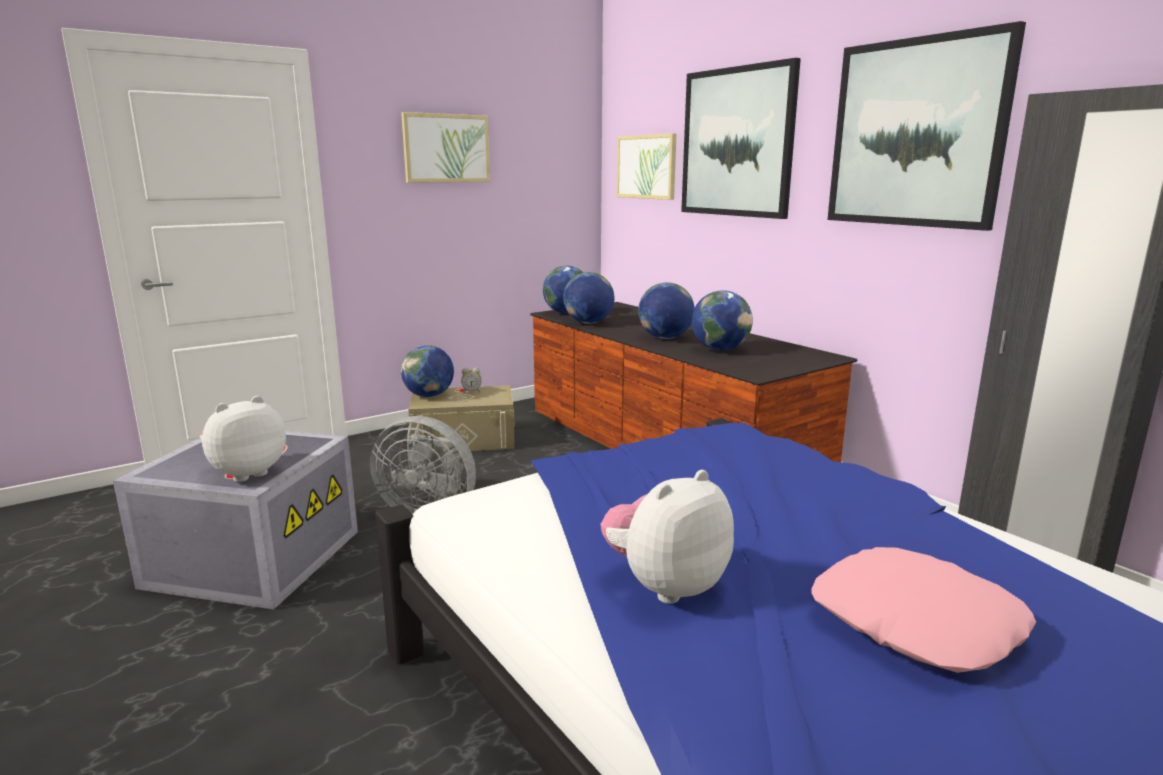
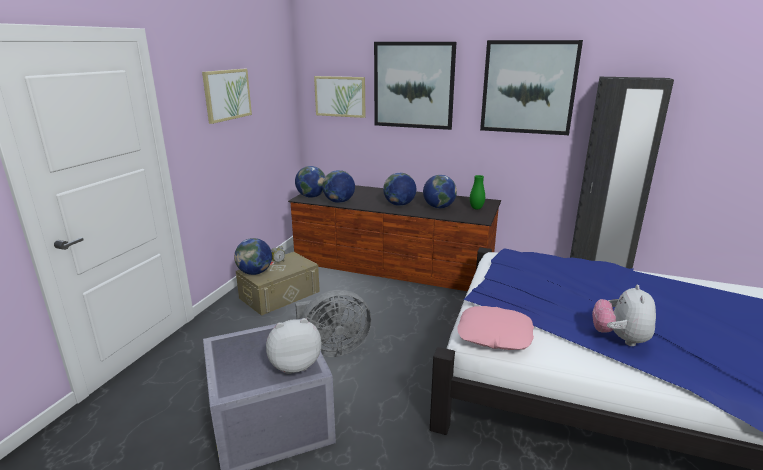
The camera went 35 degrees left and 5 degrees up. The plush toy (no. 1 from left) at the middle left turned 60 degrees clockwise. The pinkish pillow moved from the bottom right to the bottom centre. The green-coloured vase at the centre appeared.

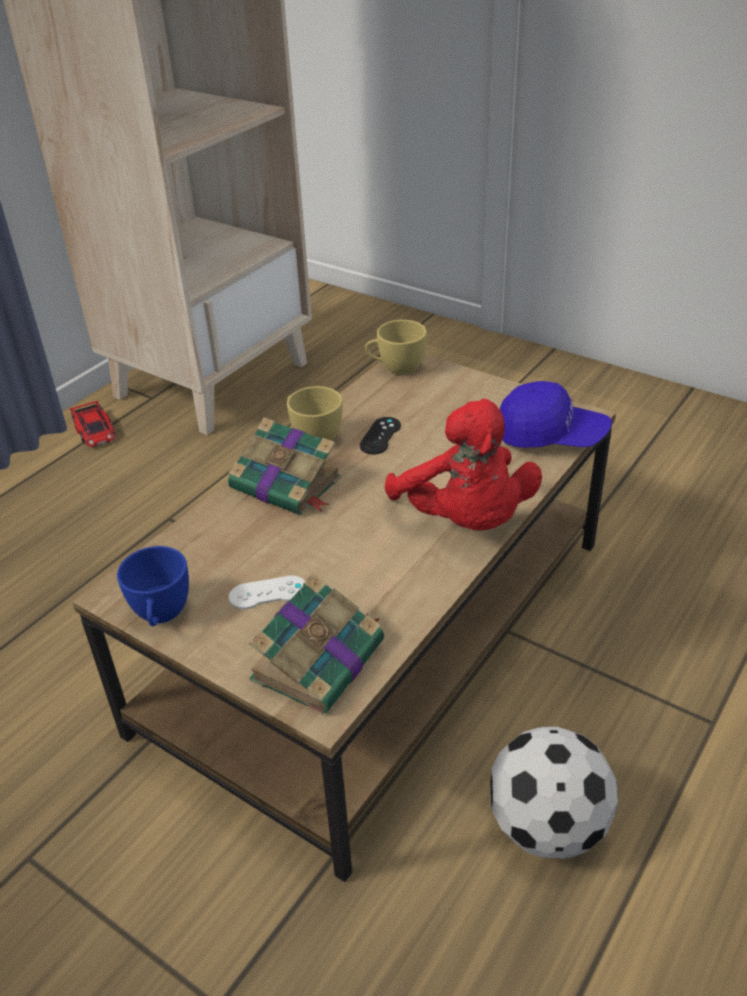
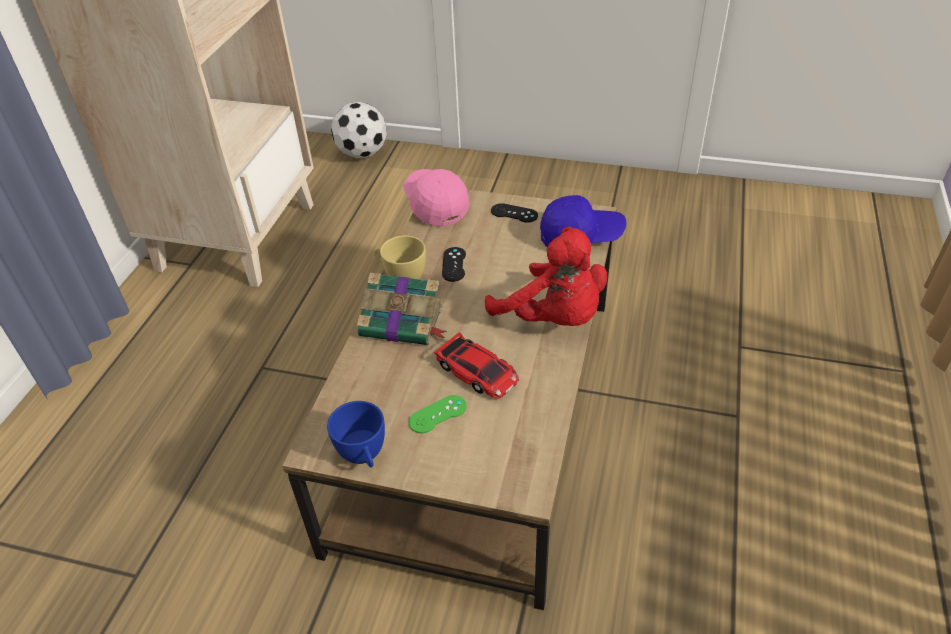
The camera went 20 degrees left and 5 degrees up. The yellow-coloured drinking cup (no. 2 from left) at the centre was replaced by the pinkish peaked cap at the top centre. The model car moved from the middle left to the centre. The volume (no. 2 from left) at the centre disappeared. The white-coloured joypad at the centre became the green-coloured joypad at the centre. The football ball moved from the bottom right to the top centre. The black-coloured joypad (no. 2 from left) at the centre appeared.

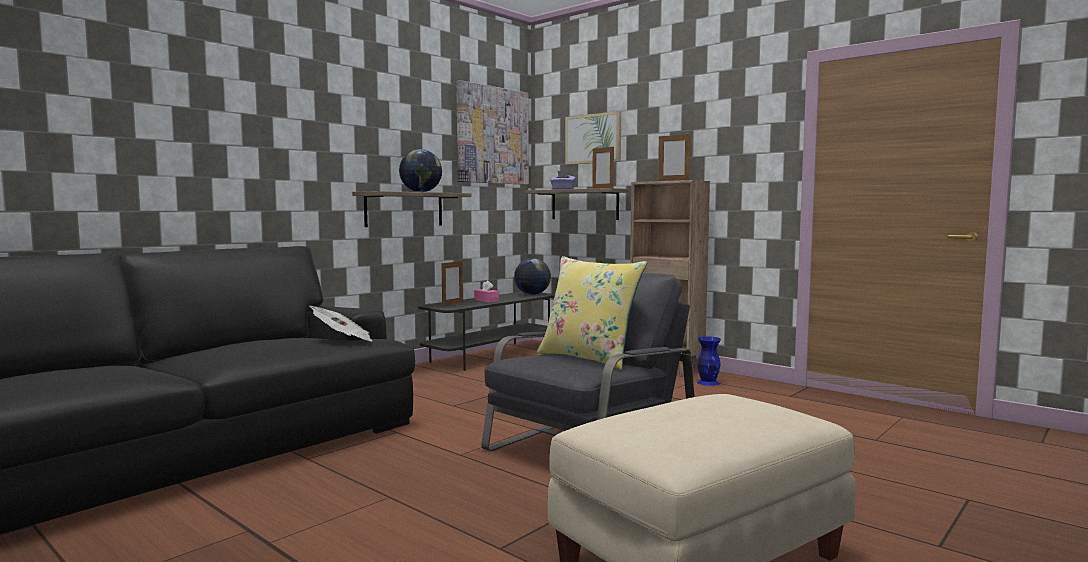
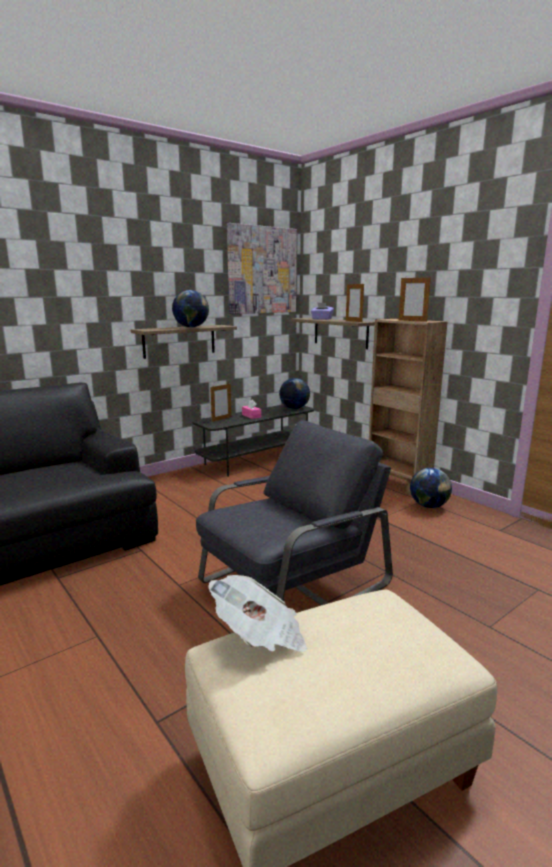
The camera went 10 degrees right and 10 degrees up. The wall picture (no. 2 from left) at the top centre disappeared. The yellow-coloured pillow at the centre disappeared. The daily paper moved from the middle left to the bottom centre. The blue vase at the centre was replaced by the desk globe (no. 3 from left) at the middle right.

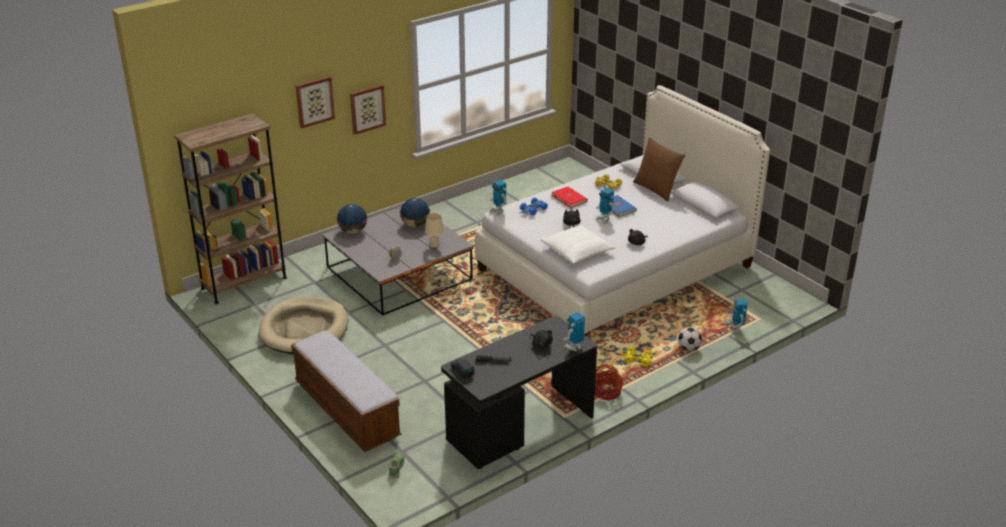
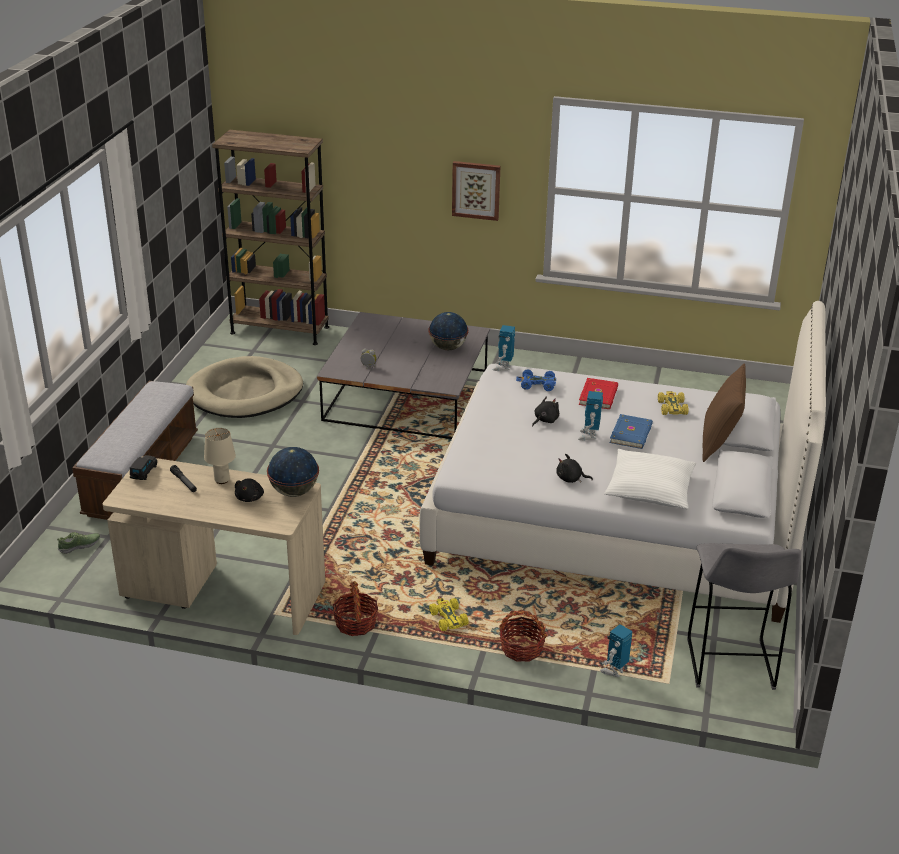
The camera went 50 degrees right and 0 degrees up. The wall picture (no. 1 from left) at the top left disappeared. The desk globe (no. 1 from left) moved from the centre to the middle left. The beige table lamp moved from the centre to the middle left. The white-coloured pillow moved from the centre to the middle right. The toy robot (no. 2 from left) at the centre disappeared. The black-coloured desk unit at the bottom centre became the beige desk unit at the middle left. The football ball at the middle right was replaced by the household basket (no. 2 from left) at the bottom centre. The greyish stool at the bottom right appeared.

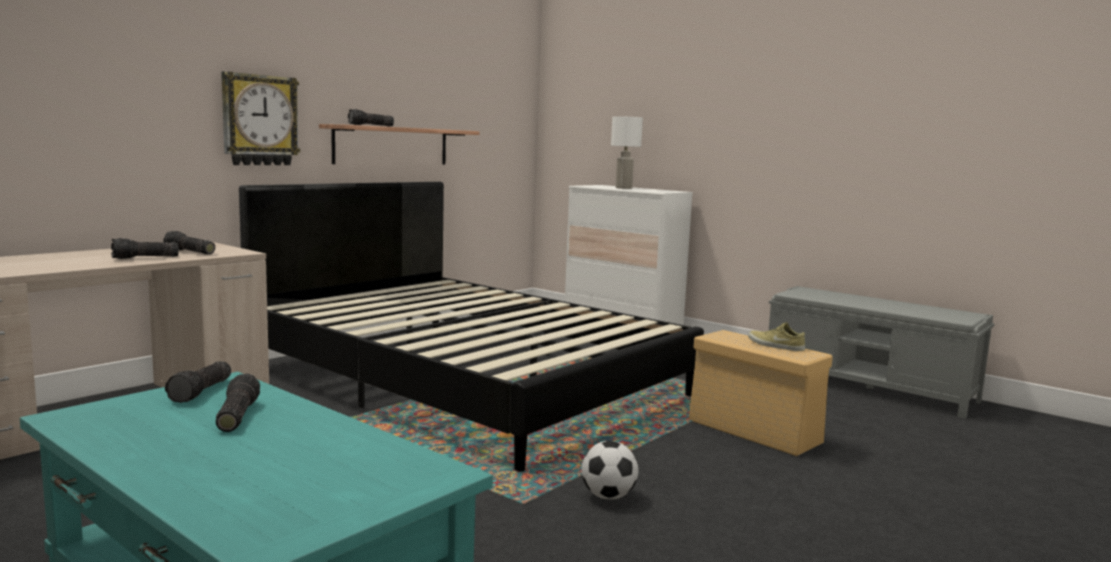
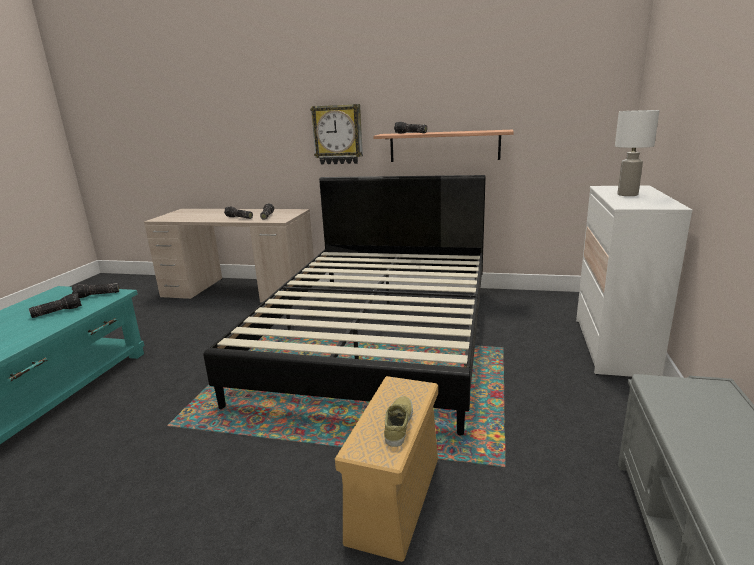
The camera went 65 degrees right and 10 degrees up. The football ball at the bottom centre disappeared.

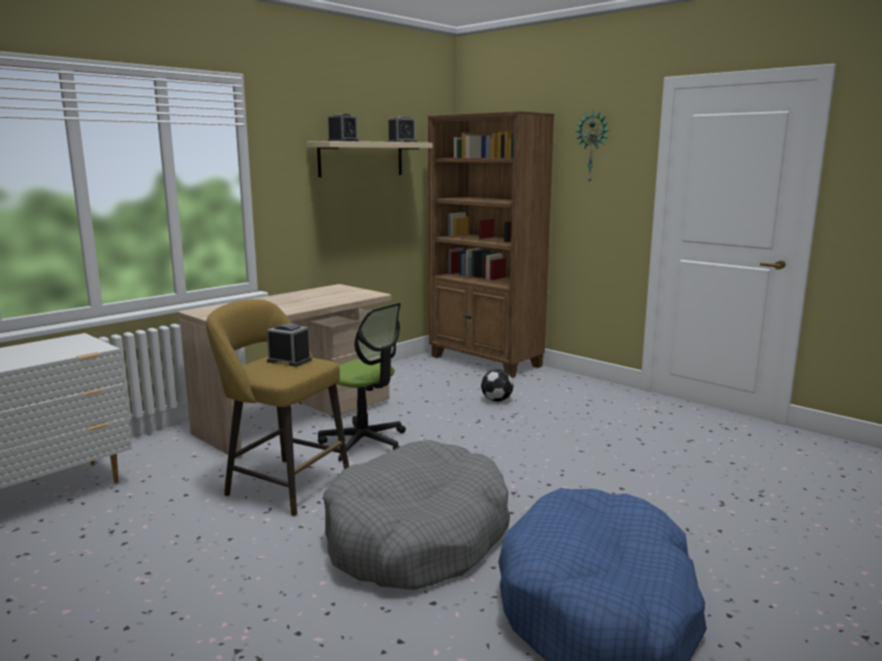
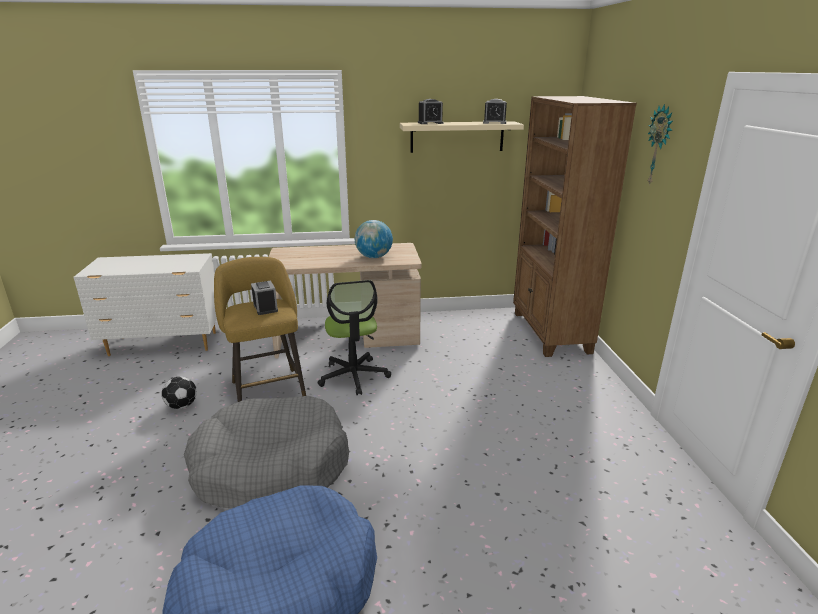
The camera went 40 degrees right and 10 degrees up. The football ball moved from the centre to the middle left. The desk globe at the centre appeared.

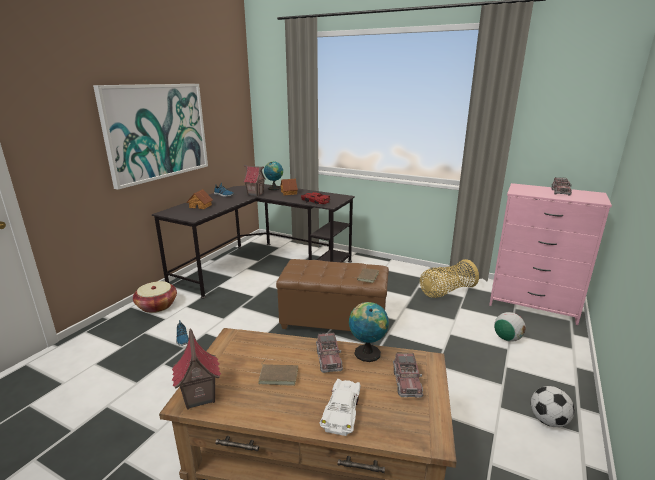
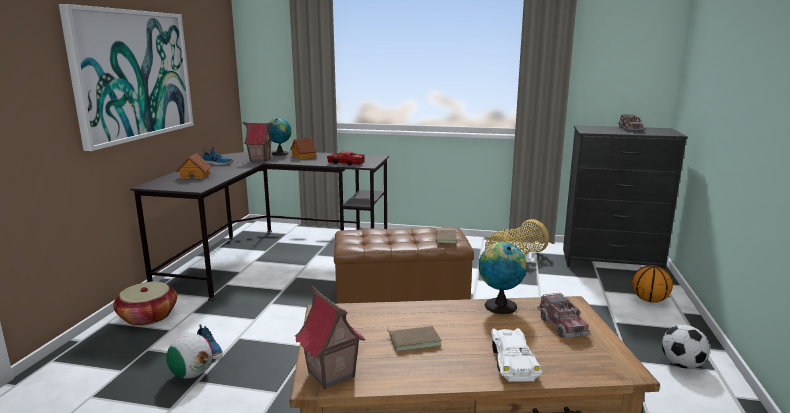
The camera went 15 degrees left and 5 degrees down. The pinkish drawer chest at the middle right became the black-coloured drawer chest at the middle right. The football ball (no. 1 from left) moved from the bottom right to the bottom left. The toy lorry (no. 1 from left) at the bottom centre disappeared. The basketball at the bottom right appeared.

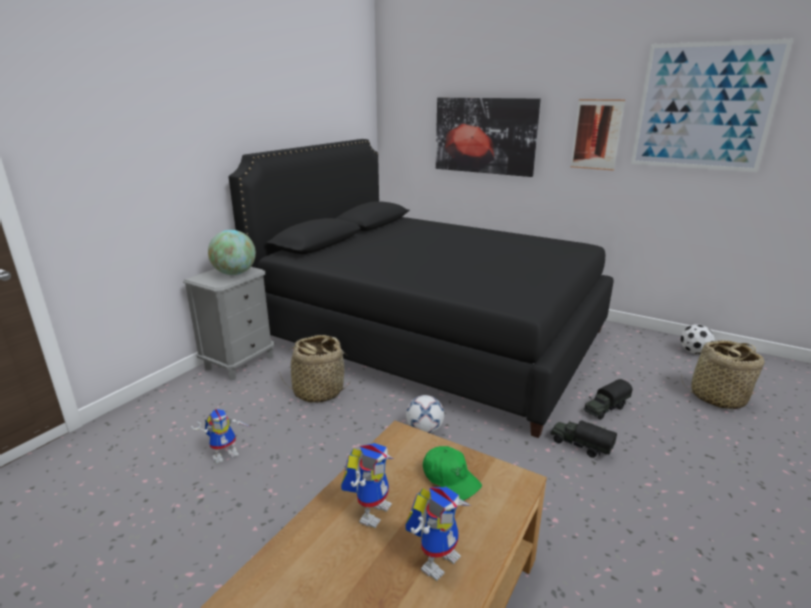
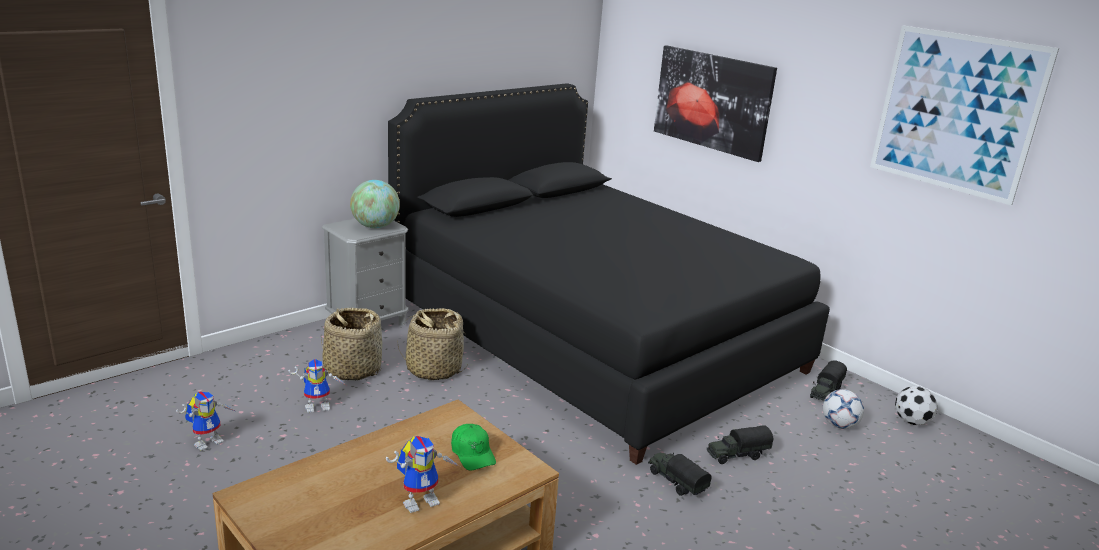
The camera went 15 degrees right and 0 degrees up. The wall picture (no. 2 from left) at the top right disappeared. The household basket (no. 2 from left in the first image) moved from the middle right to the middle left. The football ball (no. 1 from left) moved from the bottom centre to the bottom right. The toy robot (no. 2 from left in the first image) moved from the bottom centre to the bottom left. The toy lorry (no. 3 from left) at the bottom right appeared.

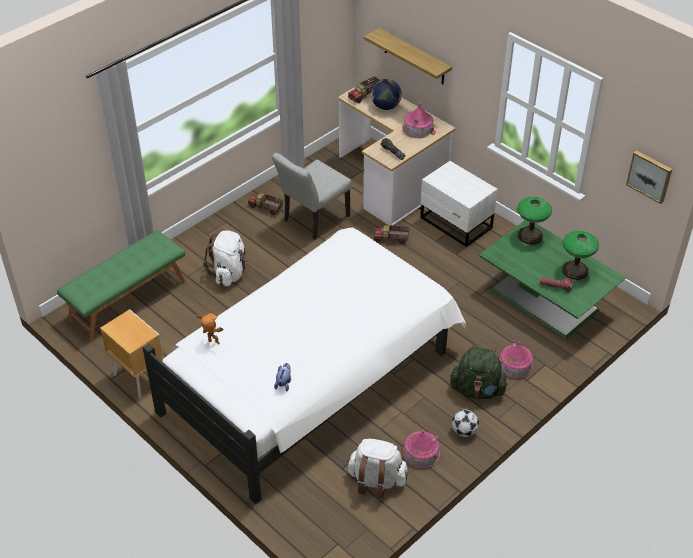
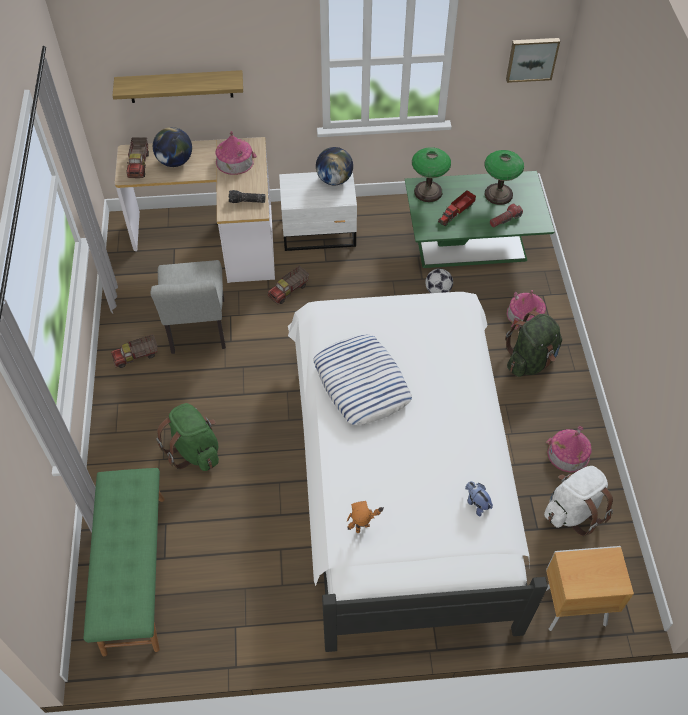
The camera went 50 degrees left and 10 degrees up. The white-coloured rucksack (no. 1 from left) at the middle left became the green-coloured rucksack (no. 1 from left) at the middle left. The brownish nightstand moved from the middle left to the bottom right. The football ball moved from the bottom right to the centre. The desk globe (no. 2 from left) at the top centre appeared. The toy lorry (no. 4 from left) at the top centre appeared. The pillow at the centre appeared.

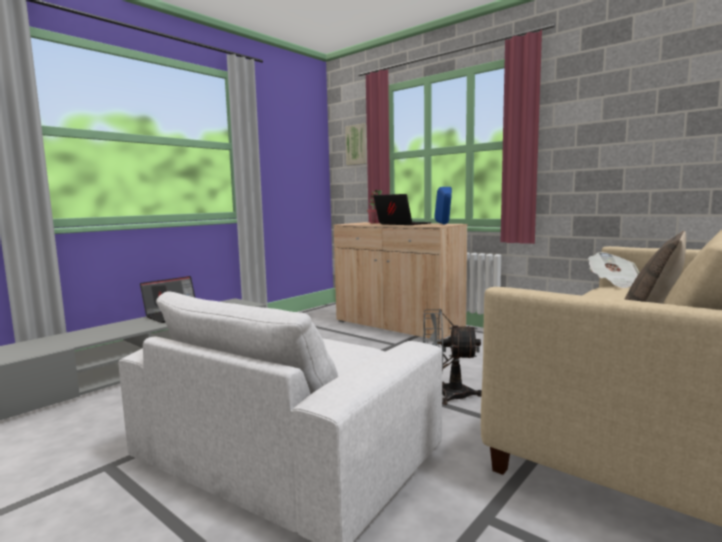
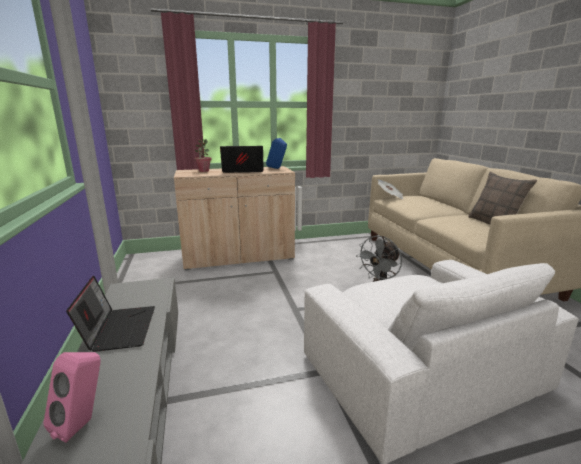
The camera went 55 degrees left and 10 degrees up. The wall picture at the top centre disappeared. The pinkish audio speaker at the bottom left appeared.

